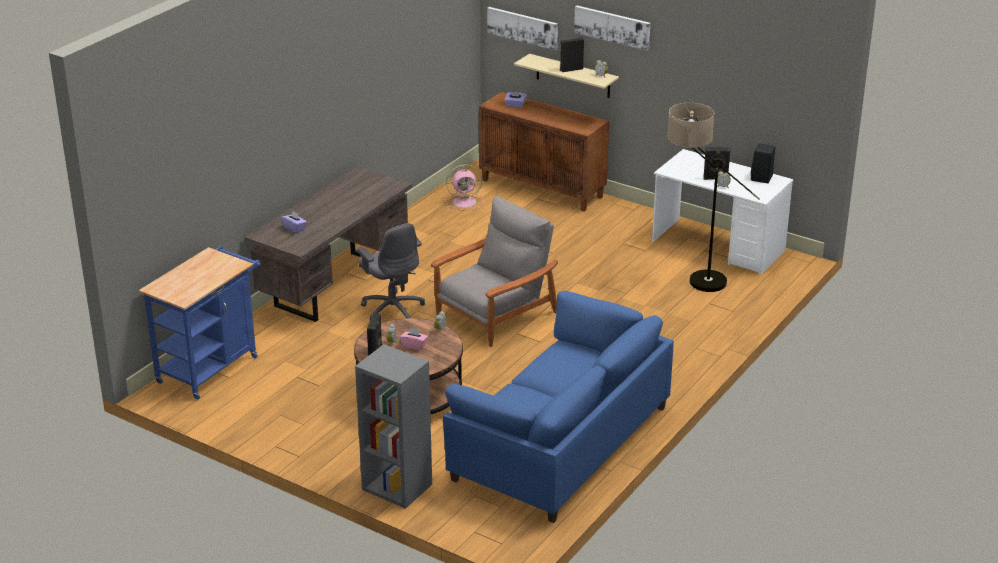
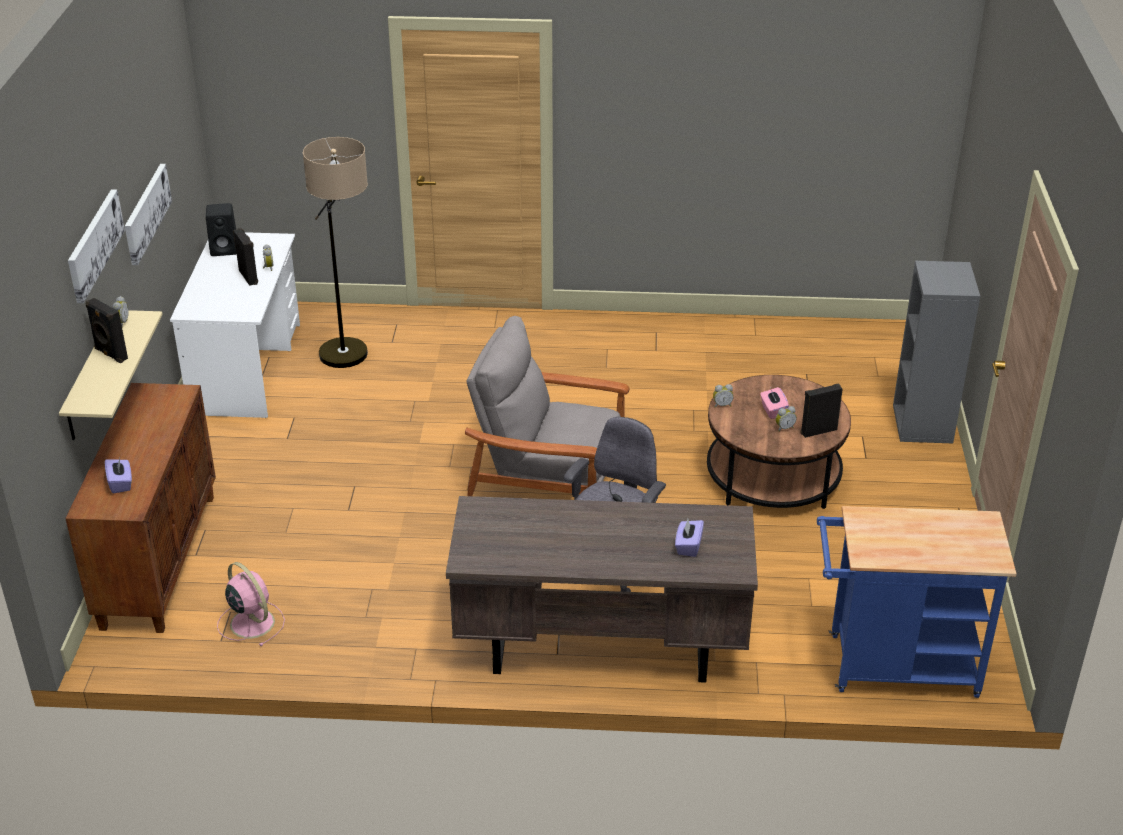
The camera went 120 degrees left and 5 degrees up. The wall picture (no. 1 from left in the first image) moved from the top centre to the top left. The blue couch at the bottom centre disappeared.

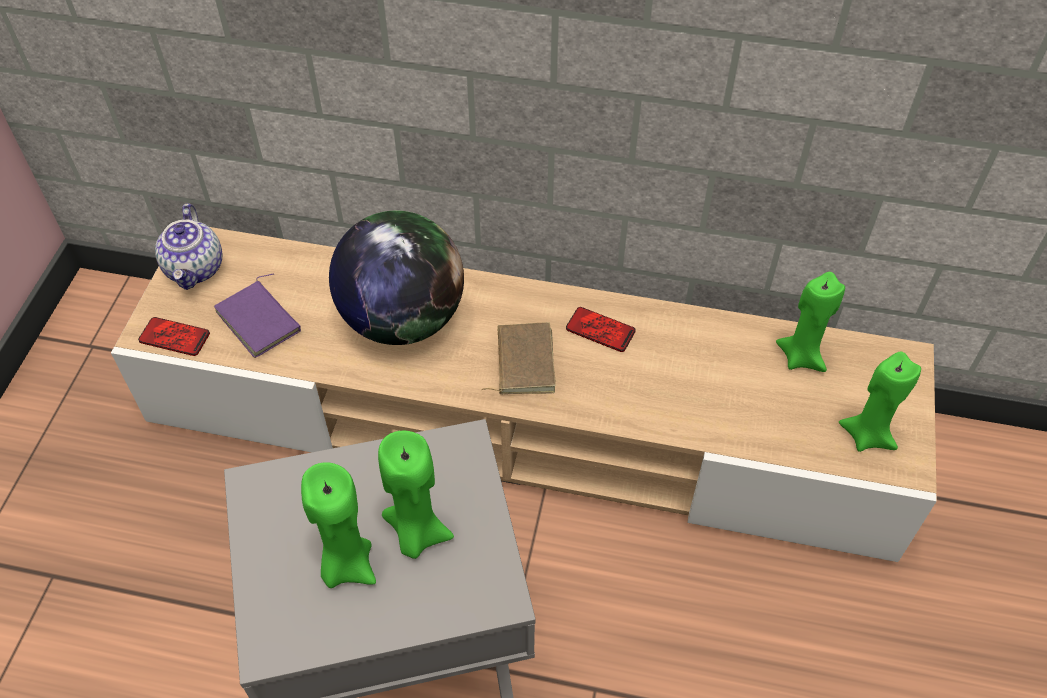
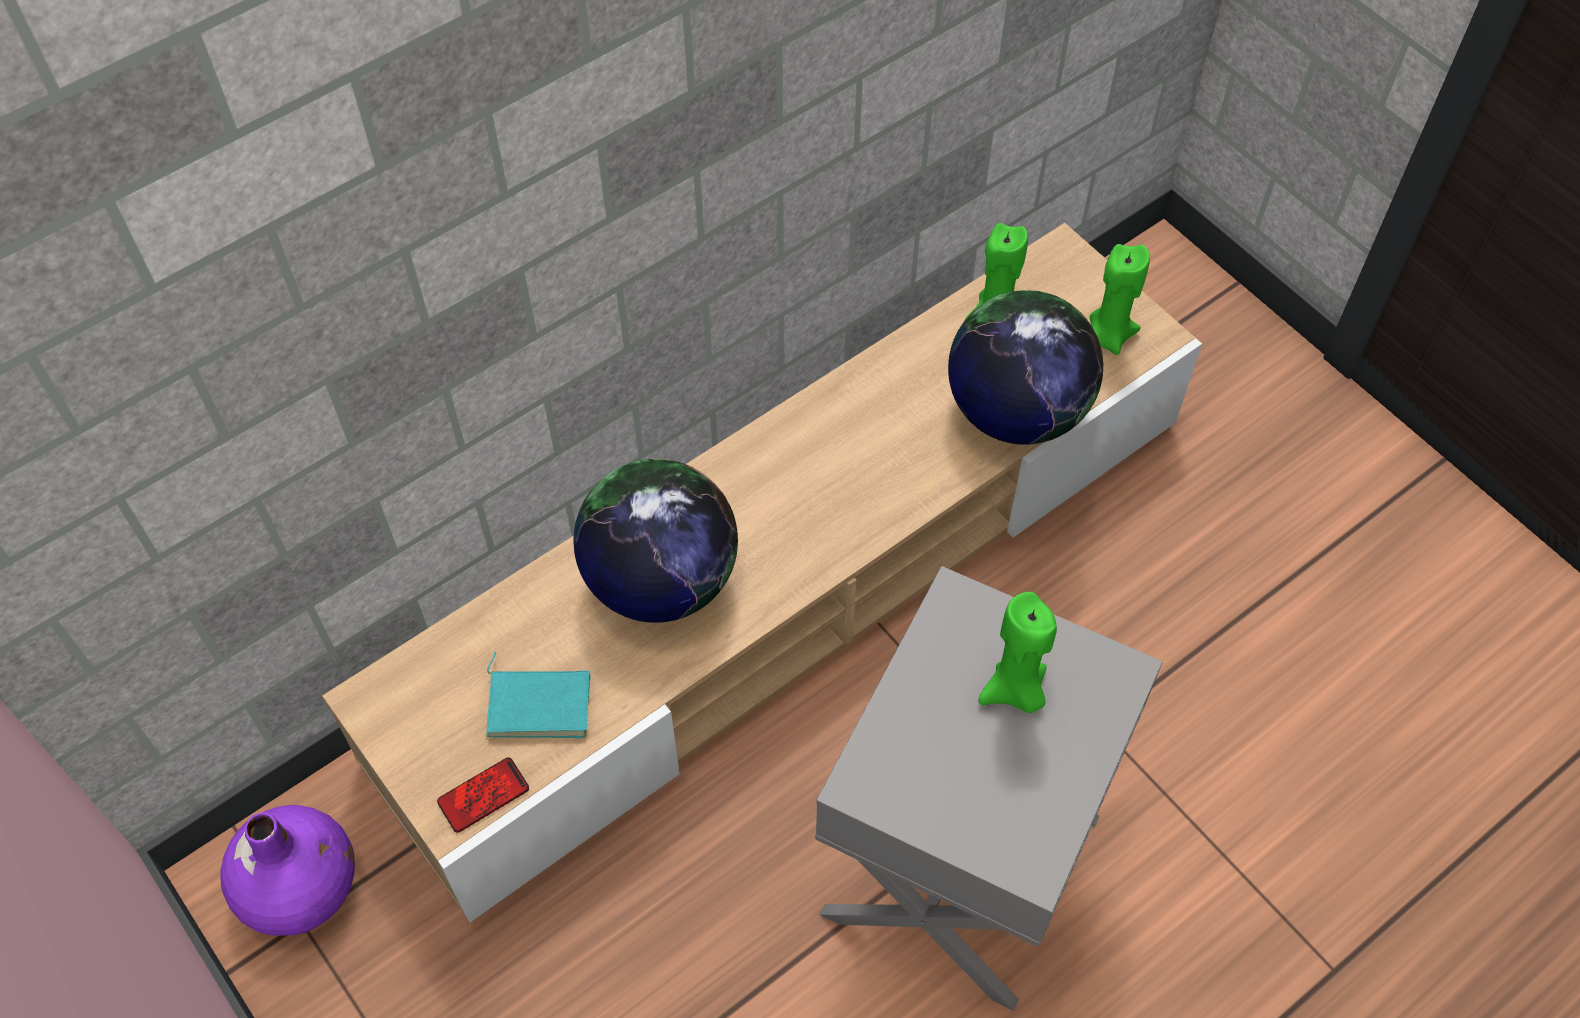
The camera went 50 degrees left and 5 degrees up. The pot for tea at the middle left disappeared. The purple-coloured volume at the middle left became the turquoise-coloured volume at the bottom centre. The phone (no. 2 from left) at the centre disappeared. The brownish volume at the centre disappeared. The green-coloured wax light (no. 1 from left) at the bottom left disappeared. The desk globe (no. 2 from left) at the centre appeared. The purple-coloured vase at the bottom left appeared.

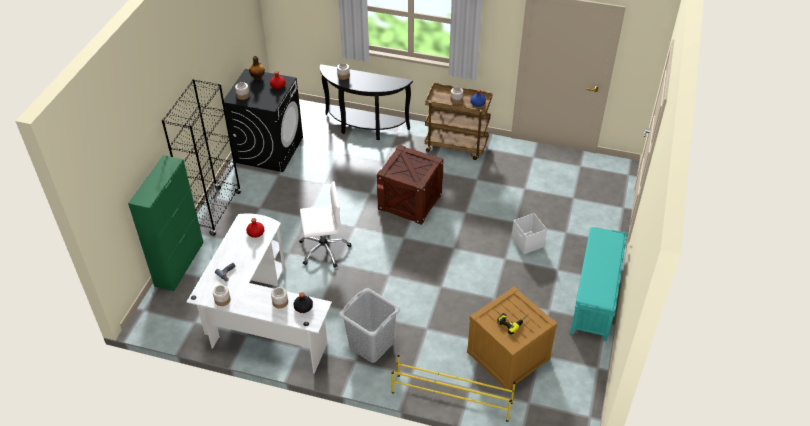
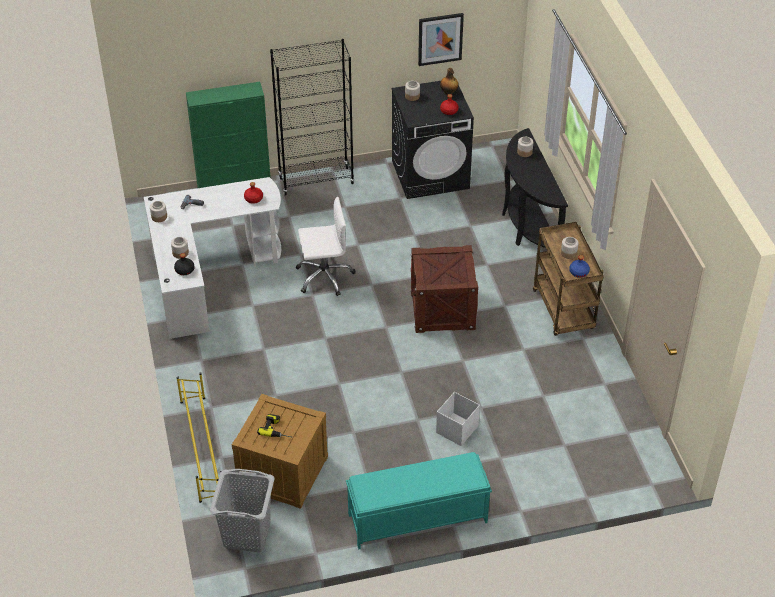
The camera went 60 degrees right and 0 degrees up. The white-coloured desk chair at the centre turned 60 degrees counterclockwise. The greyish washing basket moved from the bottom centre to the bottom left. The wall picture at the top centre appeared.

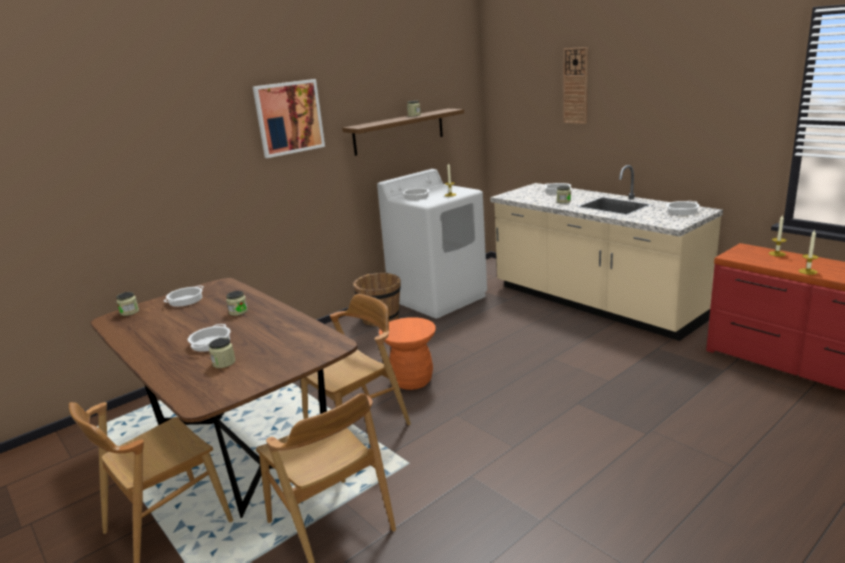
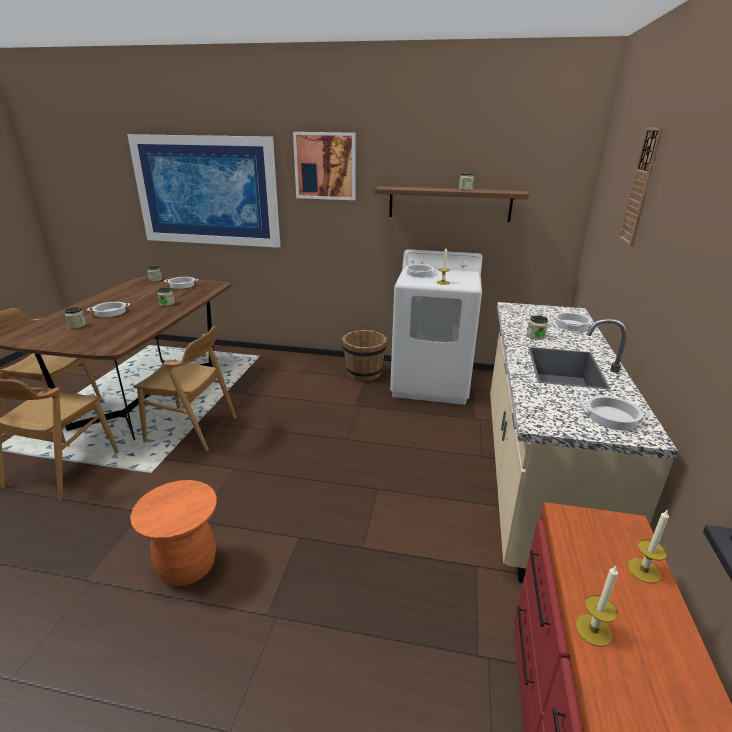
The camera went 50 degrees right and 5 degrees up. The orange-coloured stool moved from the centre to the bottom left. The wall picture (no. 1 from left) at the top left appeared.

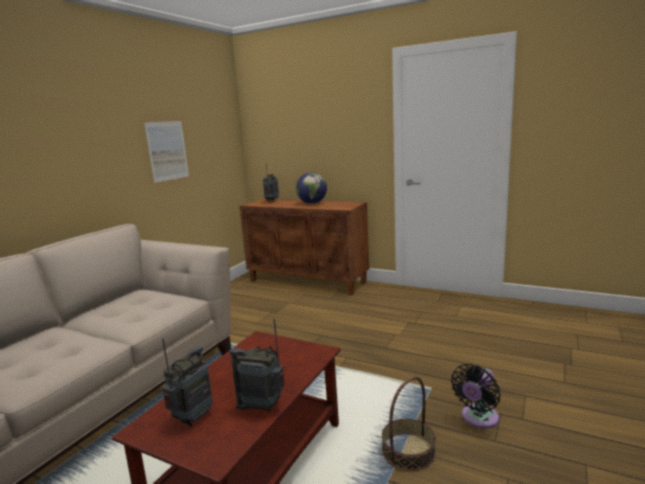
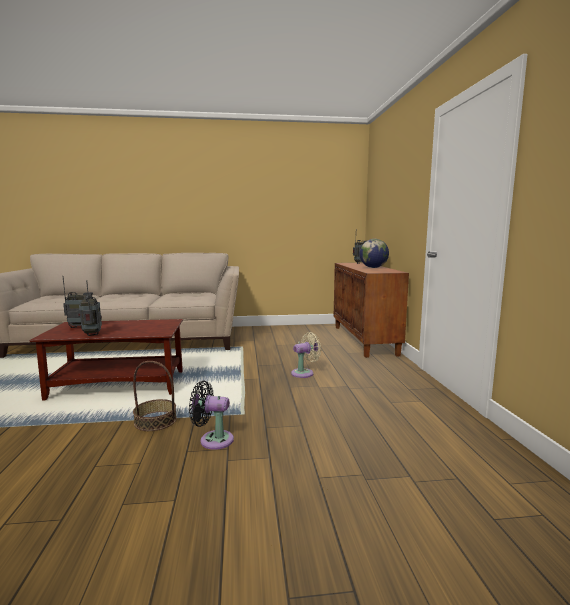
The camera went 55 degrees right and 5 degrees down. The wall picture at the top left disappeared. The beige fan at the centre appeared.

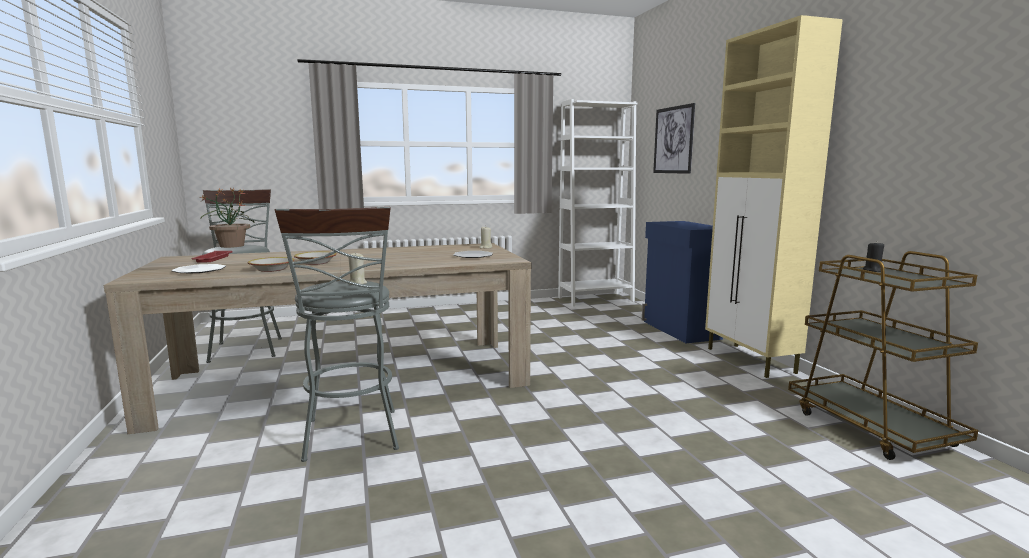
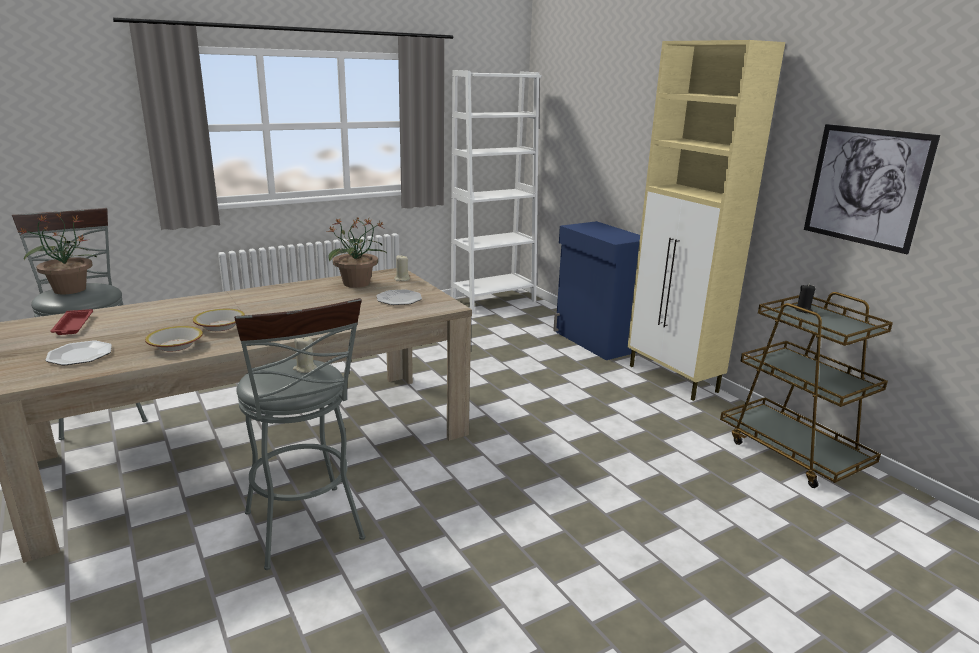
The camera went 15 degrees left and 10 degrees up. The wall picture moved from the top centre to the top right. The potted plant (no. 2 from left) at the centre appeared.

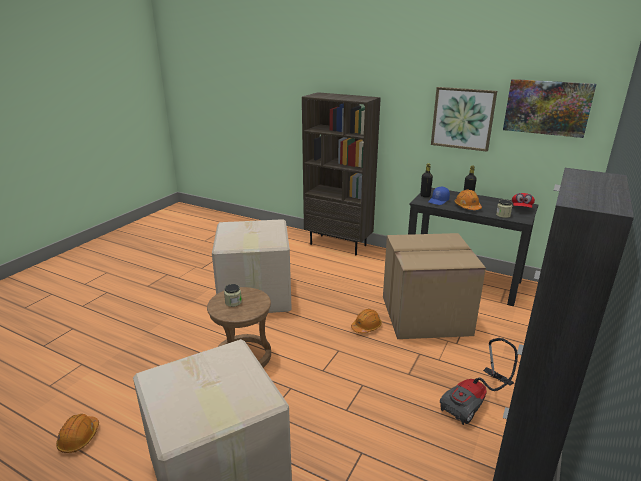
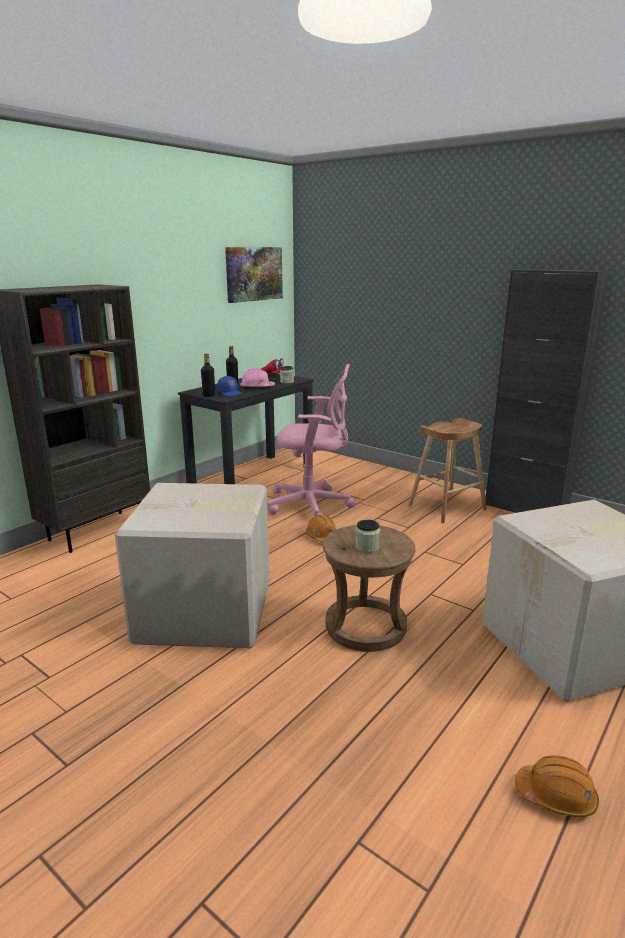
The camera went 80 degrees left and 5 degrees down. The wall picture (no. 1 from left) at the top right disappeared. The orange-coloured safety helmet (no. 3 from left) at the middle right became the pinkish safety helmet at the centre. The packing box (no. 3 from left) at the middle right was replaced by the pinkish desk chair at the centre. The vacuum at the bottom right was replaced by the brownish stool (no. 2 from left) at the middle right.

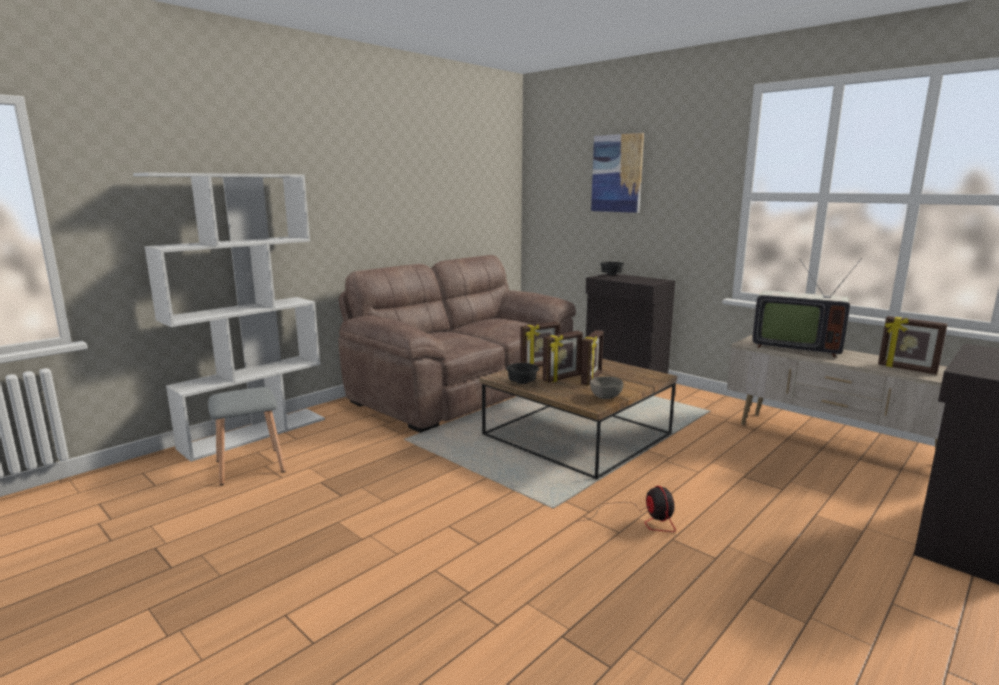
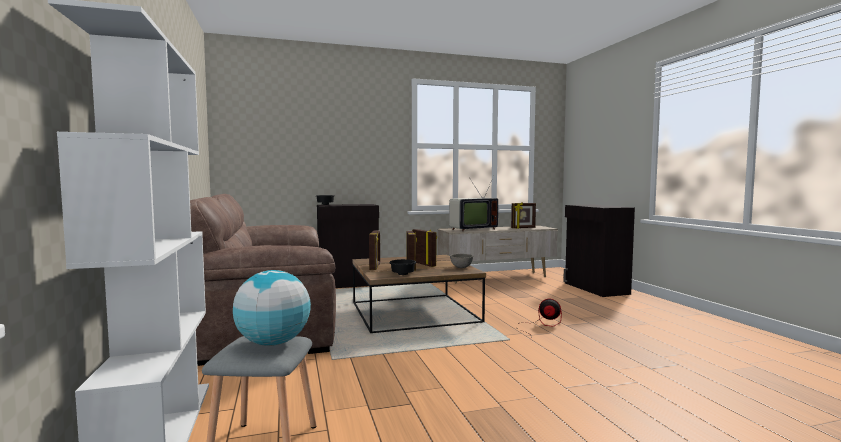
The camera went 60 degrees left and 10 degrees down. The wall picture at the top centre disappeared. The desk globe at the bottom left appeared.

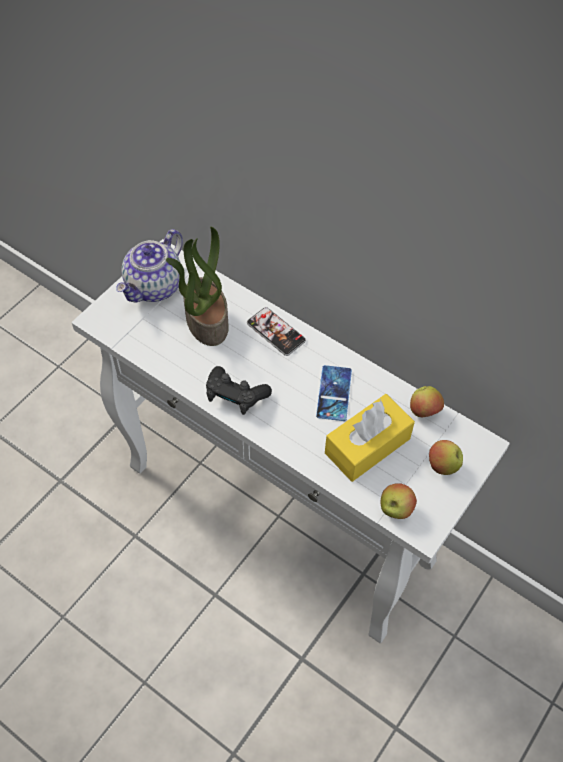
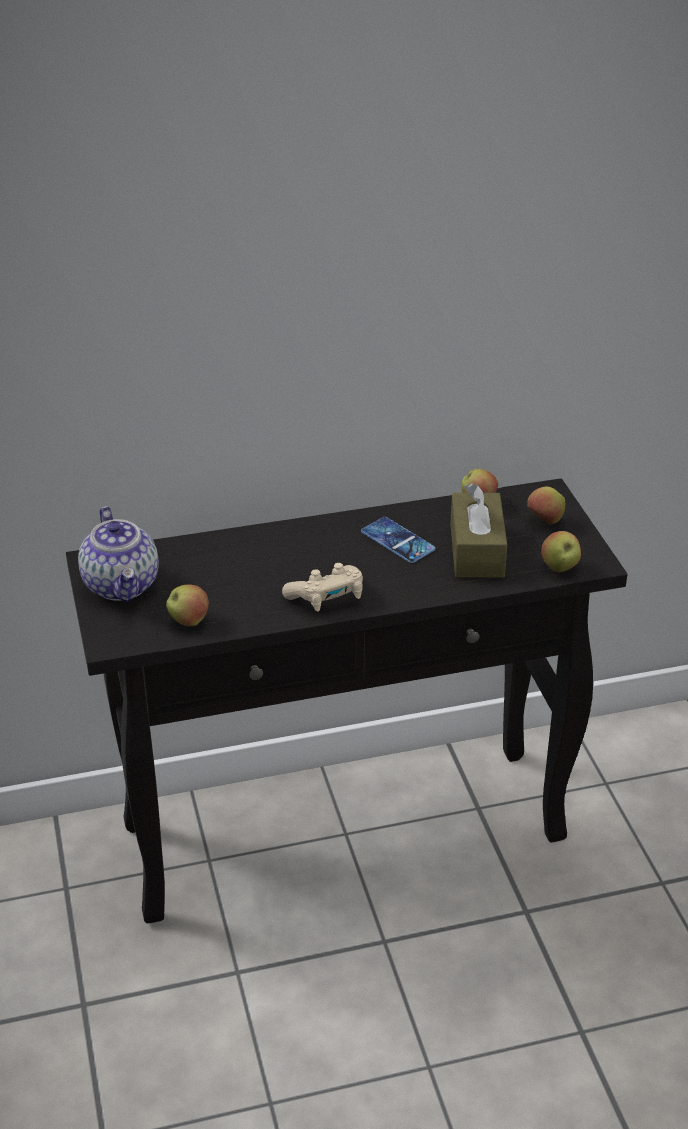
The camera went 50 degrees left and 20 degrees down. The potted plant at the centre disappeared. The white-coloured hall table at the centre became the black-coloured hall table at the centre. The phone (no. 1 from left) at the centre disappeared. The black-coloured joypad at the centre became the beige joypad at the centre. The yellow-coloured tissue box at the centre became the brownish tissue box at the middle right. The apple fruit (no. 1 from left) at the middle left appeared.

